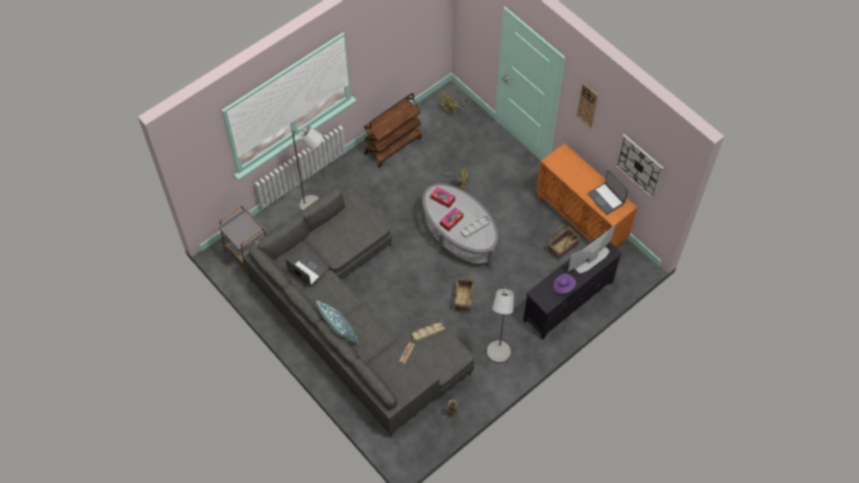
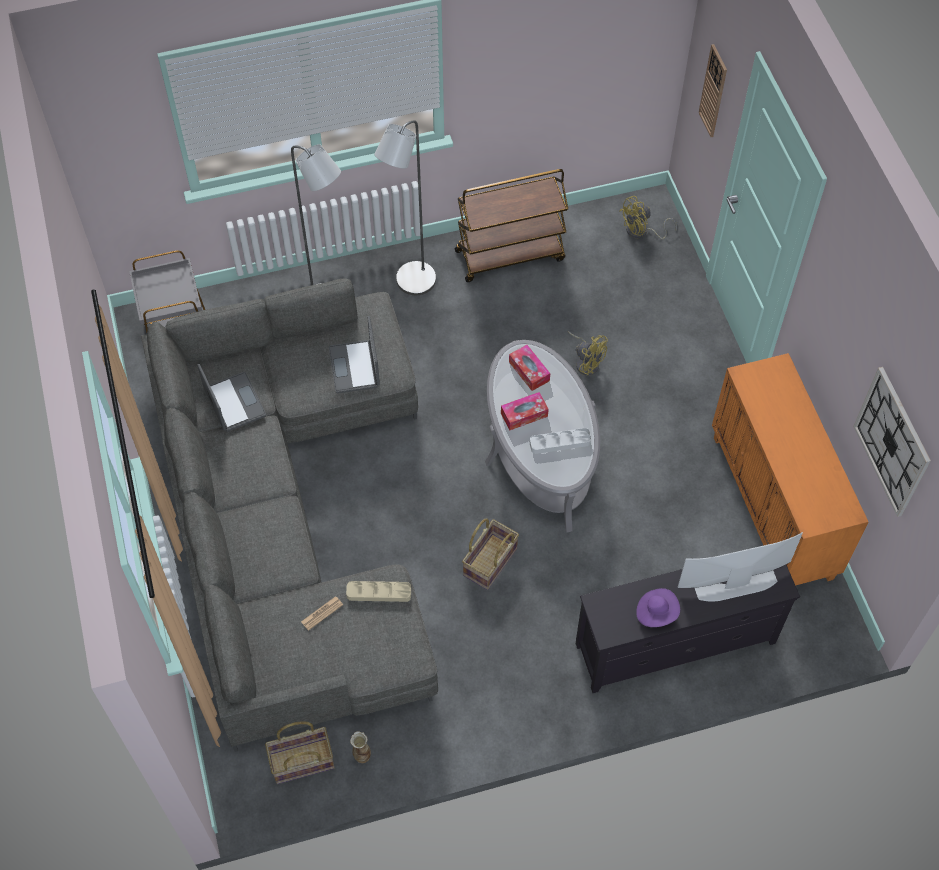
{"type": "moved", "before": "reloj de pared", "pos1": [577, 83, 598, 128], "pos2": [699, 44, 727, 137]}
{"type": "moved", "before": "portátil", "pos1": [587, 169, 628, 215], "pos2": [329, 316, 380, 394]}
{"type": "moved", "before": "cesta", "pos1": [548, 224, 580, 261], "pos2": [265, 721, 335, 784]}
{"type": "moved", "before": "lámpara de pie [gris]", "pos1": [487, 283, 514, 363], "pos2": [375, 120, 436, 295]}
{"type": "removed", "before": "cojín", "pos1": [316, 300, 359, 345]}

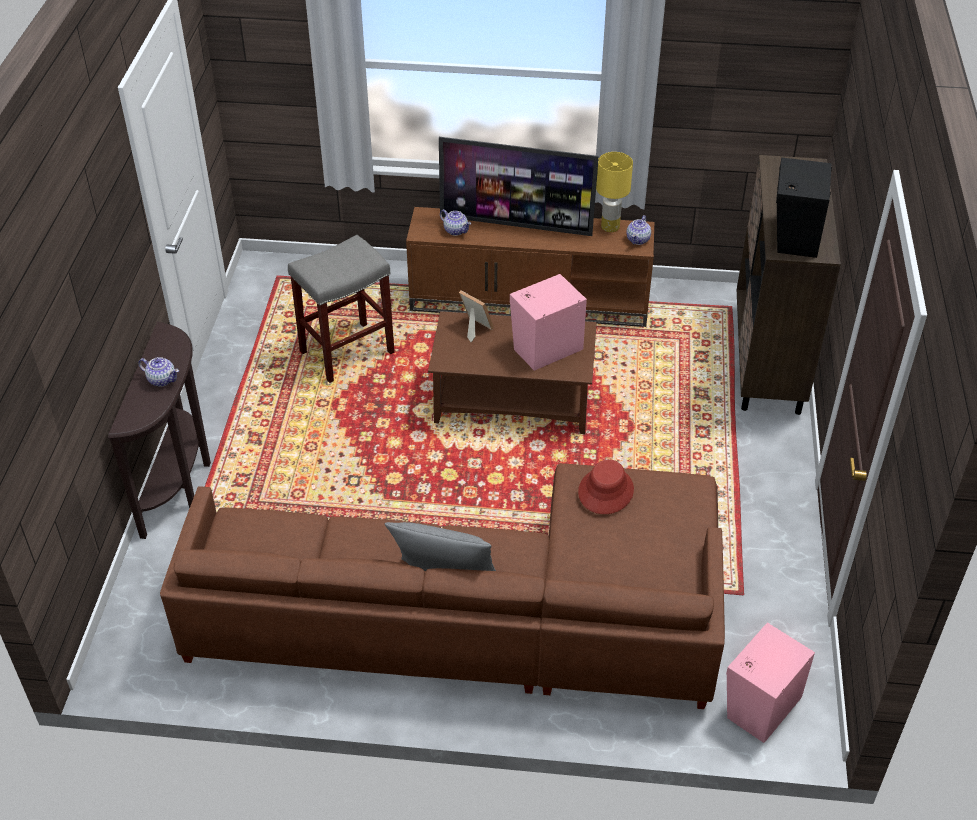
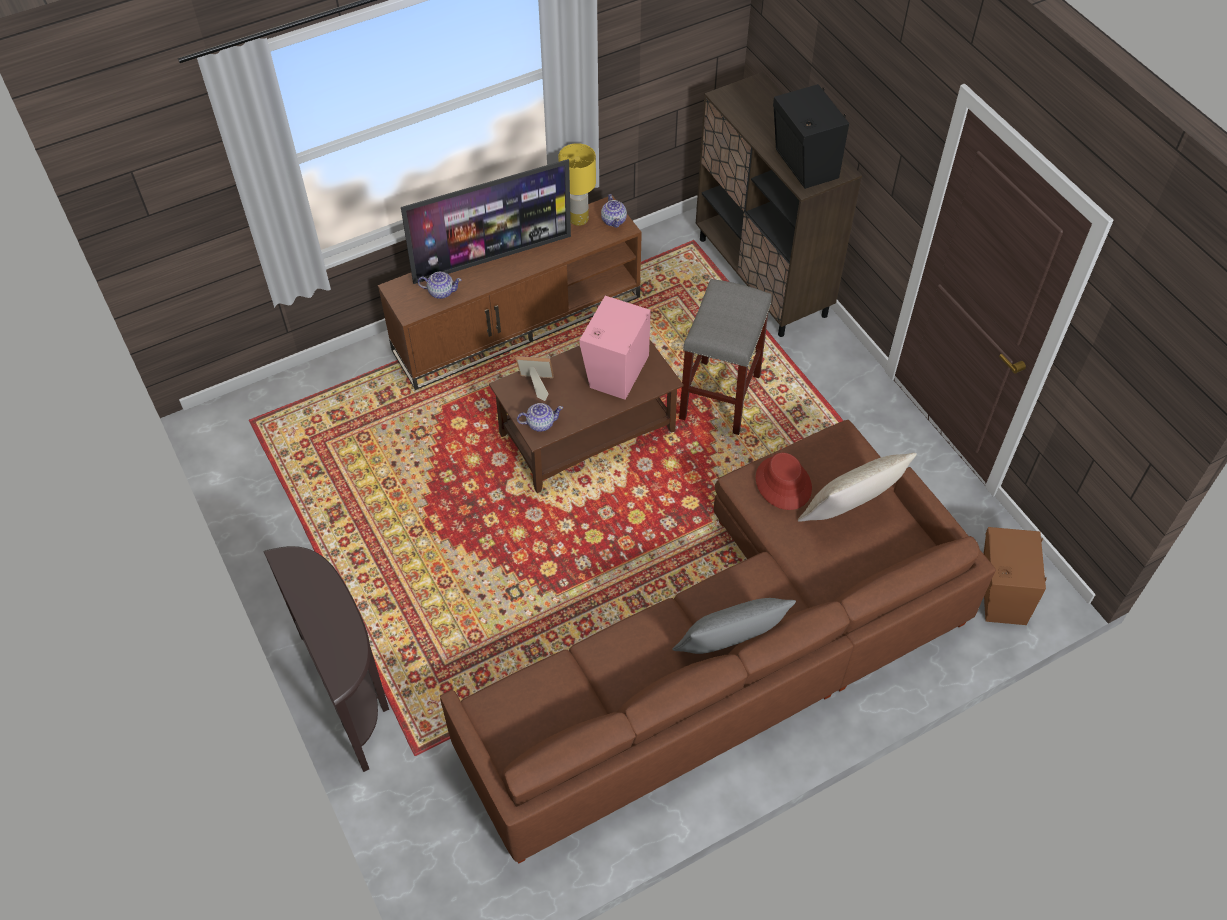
{"type": "moved", "before": "taburete [gris]", "pos1": [288, 235, 395, 383], "pos2": [679, 279, 772, 435]}
{"type": "moved", "before": "tetera", "pos1": [139, 357, 179, 387], "pos2": [517, 403, 563, 432]}
{"type": "recoloured", "before": "altavoz [rosa]", "after": "altavoz [marrón]", "pos1": [726, 623, 815, 743], "pos2": [984, 527, 1047, 625]}
{"type": "added", "after": "cojín [beis]", "pos2": [798, 453, 917, 522]}

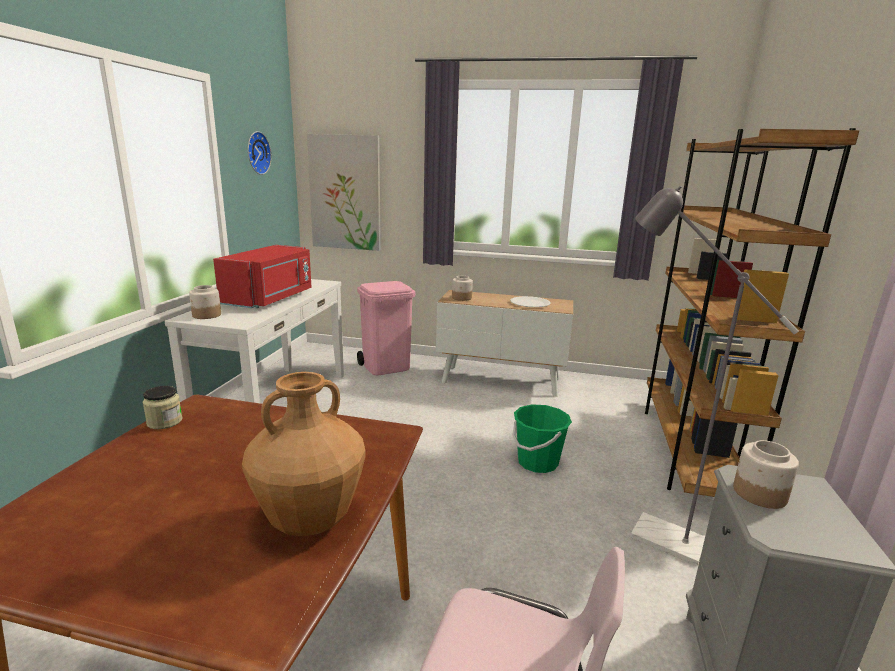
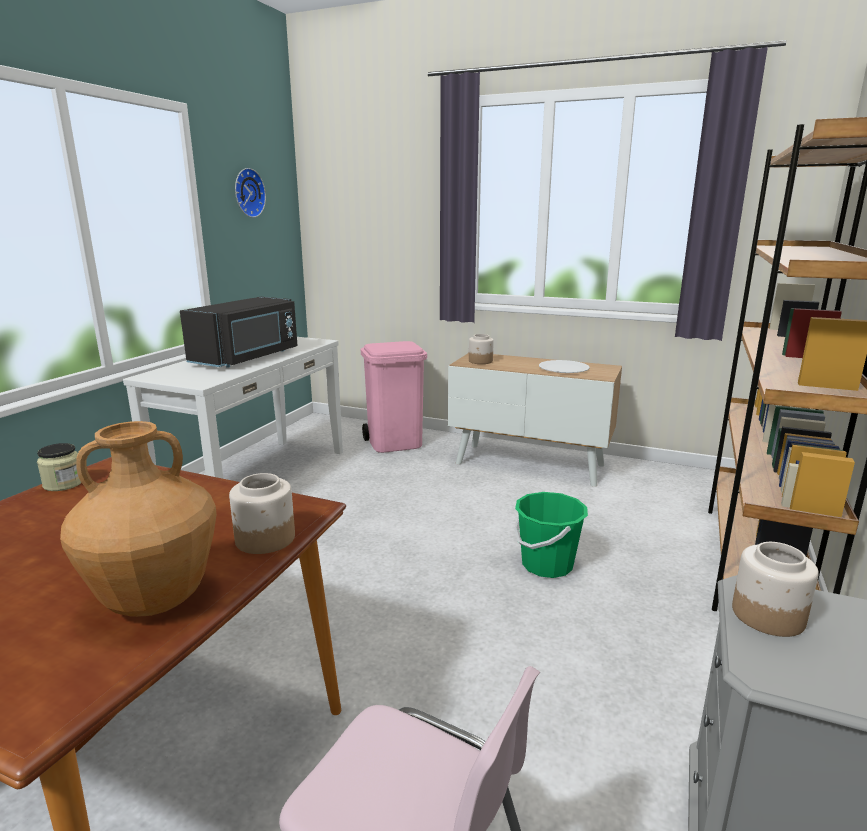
{"type": "removed", "before": "cuadro", "pos1": [307, 134, 381, 251]}
{"type": "removed", "before": "lámpara de pie [gris]", "pos1": [631, 186, 799, 566]}
{"type": "recoloured", "before": "microondas [rojo]", "after": "microondas [negro]", "pos1": [213, 245, 312, 308], "pos2": [180, 297, 298, 368]}
{"type": "moved", "before": "tarro", "pos1": [189, 285, 221, 319], "pos2": [229, 473, 295, 554]}

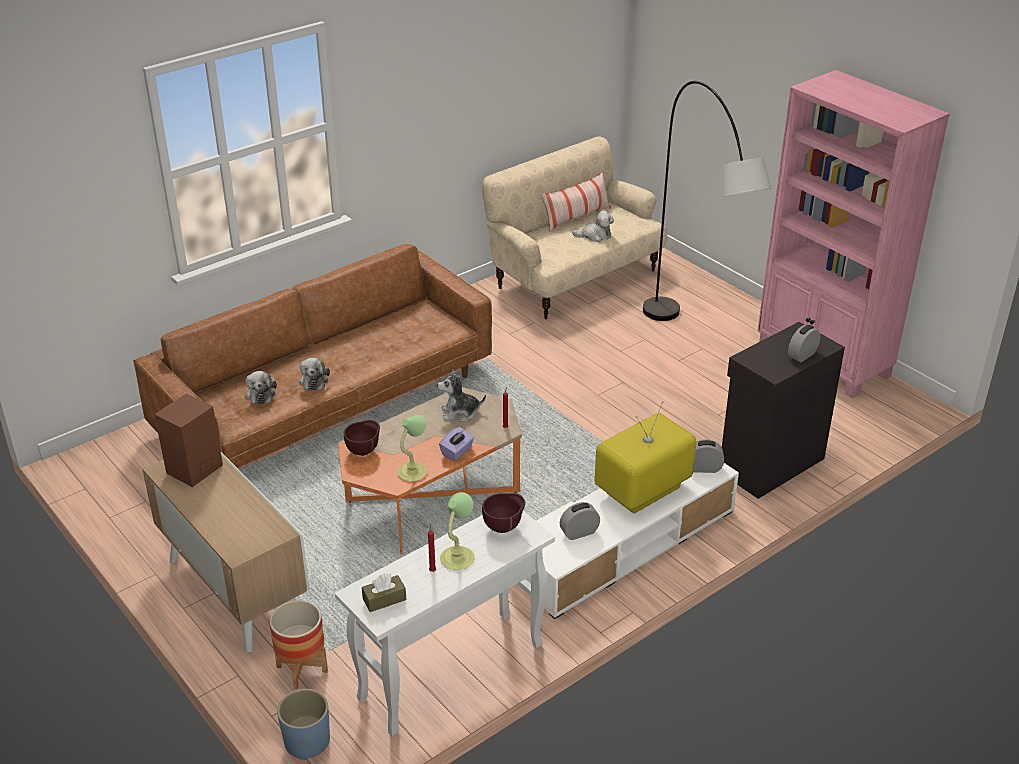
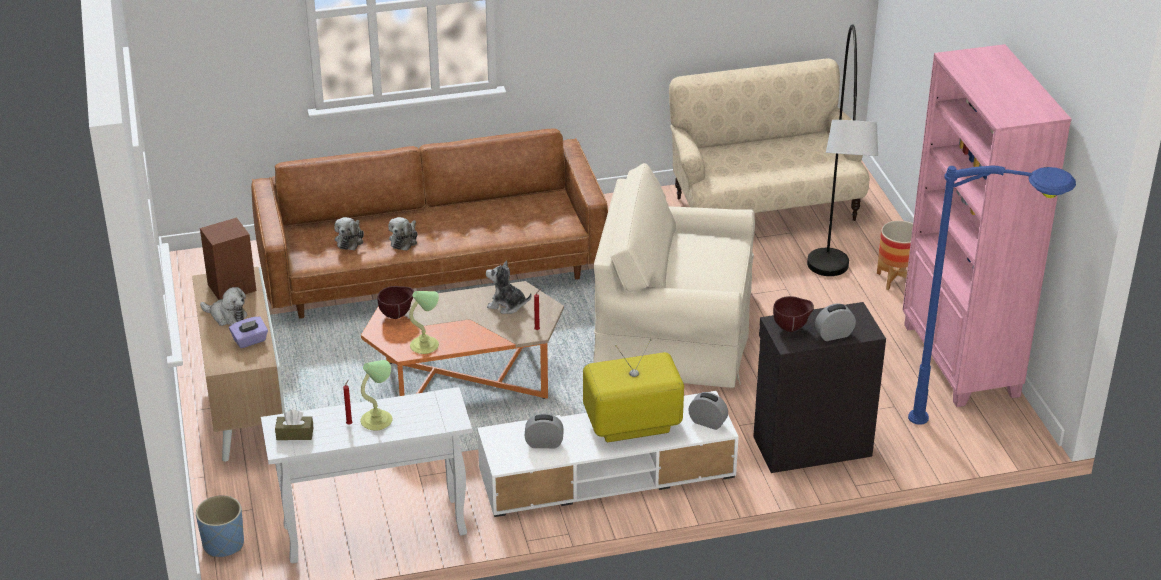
{"type": "removed", "before": "cojín", "pos1": [541, 172, 611, 232]}
{"type": "moved", "before": "peluche", "pos1": [572, 210, 614, 242], "pos2": [200, 287, 247, 326]}
{"type": "moved", "before": "caja de pañuelos [morado]", "pos1": [439, 427, 474, 461], "pos2": [229, 317, 268, 348]}
{"type": "moved", "before": "cuenco [marrón]", "pos1": [482, 493, 525, 533], "pos2": [773, 296, 814, 332]}
{"type": "moved", "before": "maceta", "pos1": [269, 600, 328, 689], "pos2": [877, 221, 913, 290]}
{"type": "added", "after": "sillón [beis]", "pos2": [593, 163, 755, 388]}
{"type": "added", "after": "lámpara de pie [azul]", "pos2": [908, 166, 1076, 425]}

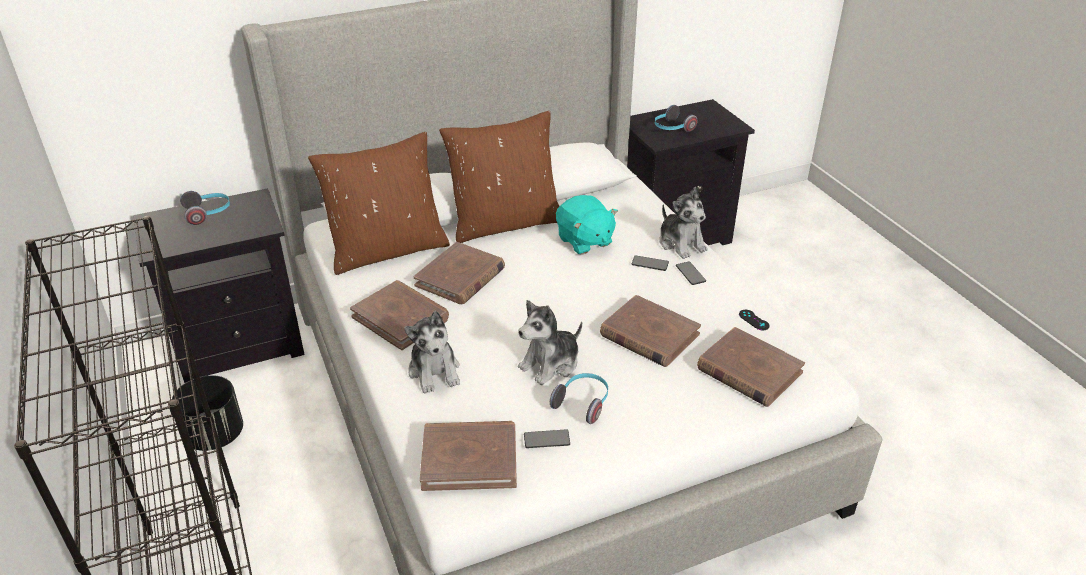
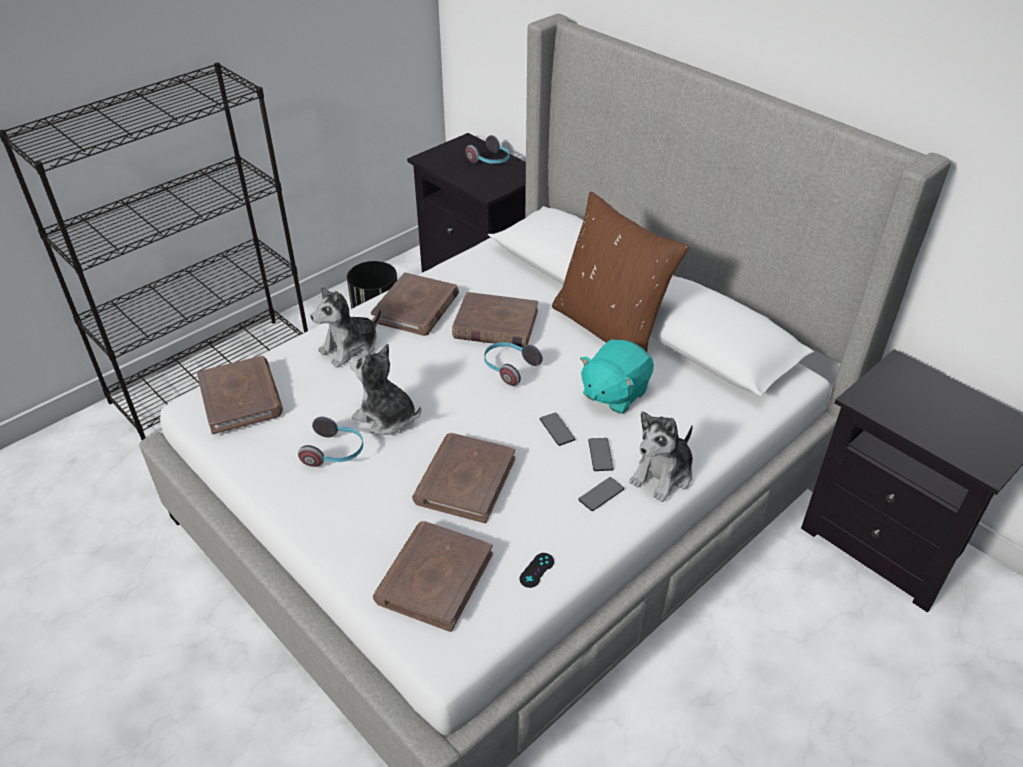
{"type": "moved", "before": "auriculares", "pos1": [655, 105, 698, 132], "pos2": [484, 342, 543, 386]}
{"type": "removed", "before": "cojín [marrón]", "pos1": [308, 132, 450, 275]}
{"type": "moved", "before": "móvil", "pos1": [524, 429, 570, 448], "pos2": [540, 413, 575, 446]}

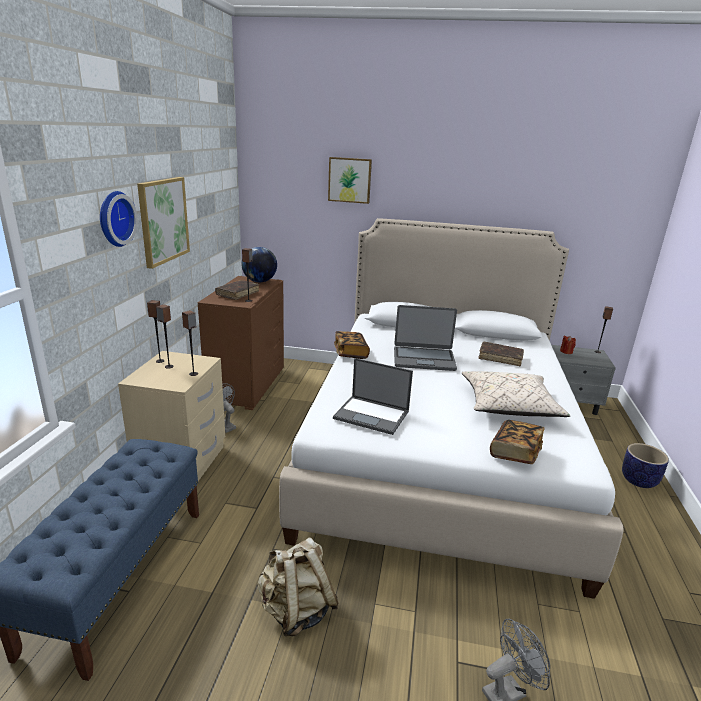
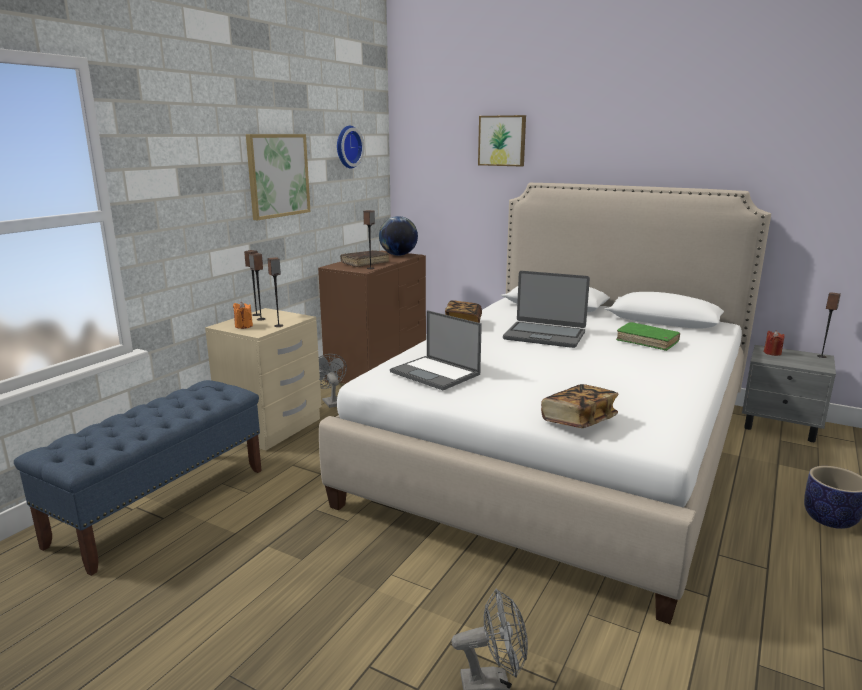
{"type": "moved", "before": "reloj de pared", "pos1": [100, 191, 137, 247], "pos2": [337, 126, 364, 169]}
{"type": "recoloured", "before": "libro [marrón]", "after": "libro [verde]", "pos1": [478, 342, 524, 366], "pos2": [616, 322, 680, 351]}
{"type": "removed", "before": "cojín [beis]", "pos1": [462, 371, 571, 417]}
{"type": "removed", "before": "mochila [beis]", "pos1": [257, 537, 338, 636]}
{"type": "added", "after": "vela [naranja]", "pos2": [233, 302, 253, 329]}

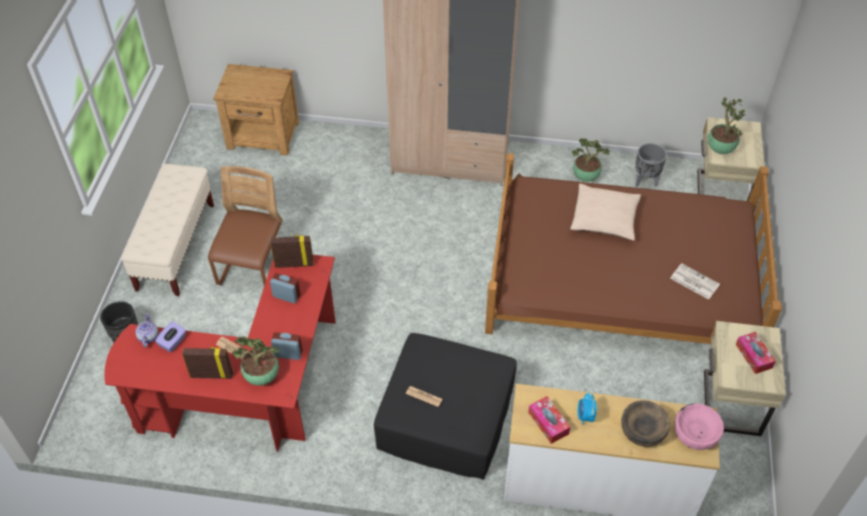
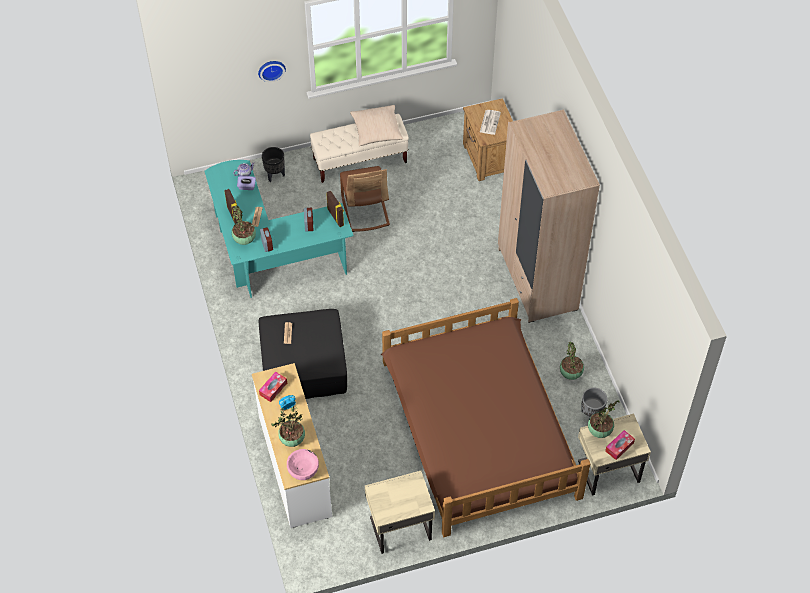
{"type": "turned", "before": "silla [marrón]", "pos1": [208, 166, 283, 286], "pos2": [340, 166, 390, 232], "turn": 90}
{"type": "moved", "before": "cojín [beis]", "pos1": [570, 184, 641, 241], "pos2": [350, 105, 403, 146]}
{"type": "recoloured", "before": "escritorio [rojo]", "after": "escritorio [turquesa]", "pos1": [104, 255, 336, 452], "pos2": [204, 160, 354, 298]}
{"type": "moved", "before": "periódico", "pos1": [670, 263, 720, 300], "pos2": [480, 110, 501, 135]}
{"type": "moved", "before": "caja de pañuelos", "pos1": [735, 332, 776, 374], "pos2": [605, 430, 635, 460]}
{"type": "replaced", "before": "cuenco [marrón]", "after": "planta en maceta", "pos1": [621, 400, 670, 447], "pos2": [271, 406, 305, 447]}
{"type": "added", "after": "reloj de pared", "pos2": [258, 61, 286, 82]}

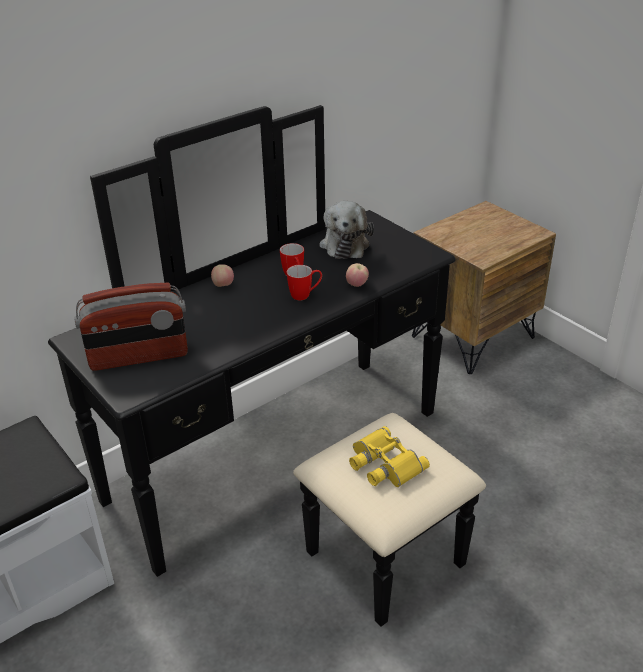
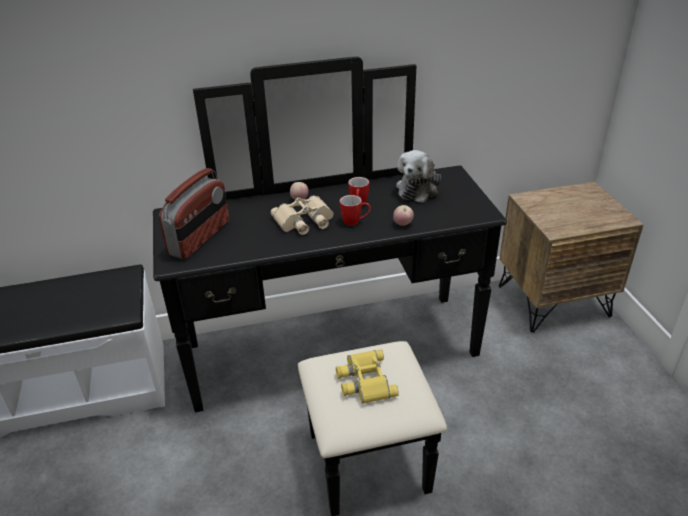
{"type": "turned", "before": "radio", "pos1": [74, 283, 188, 371], "pos2": [159, 168, 229, 259], "turn": -75}
{"type": "added", "after": "prismáticos [beis]", "pos2": [271, 195, 334, 235]}

